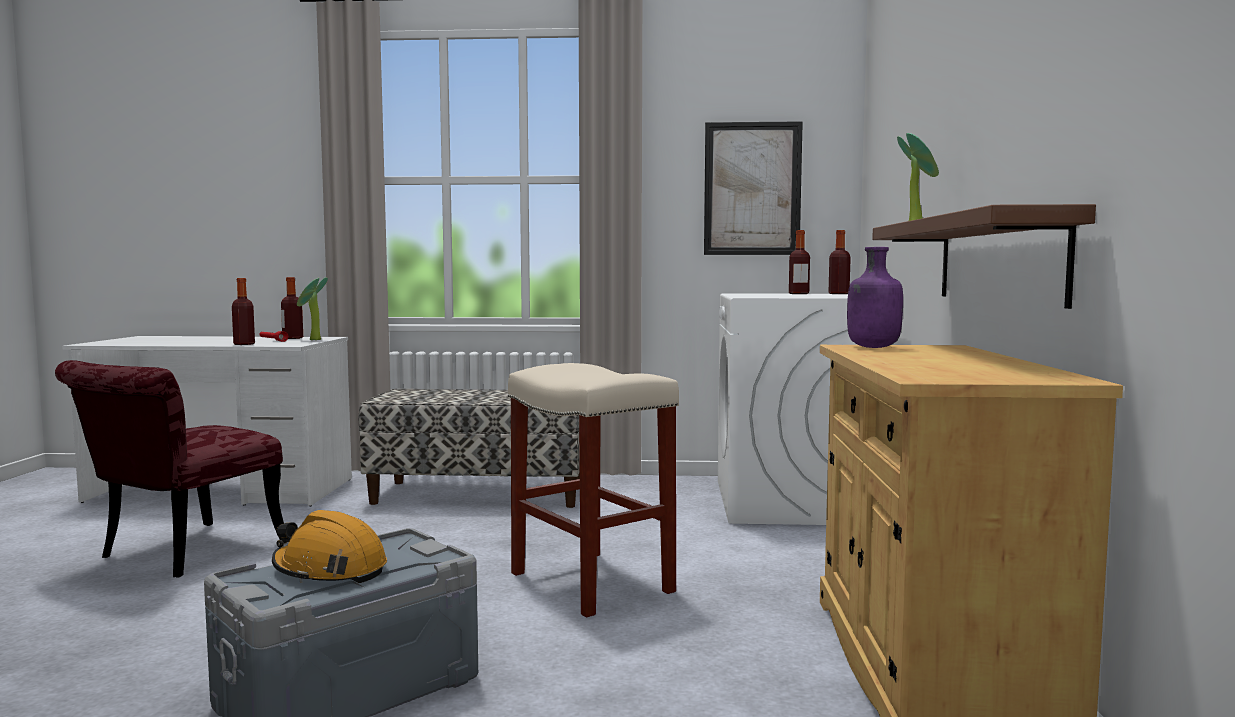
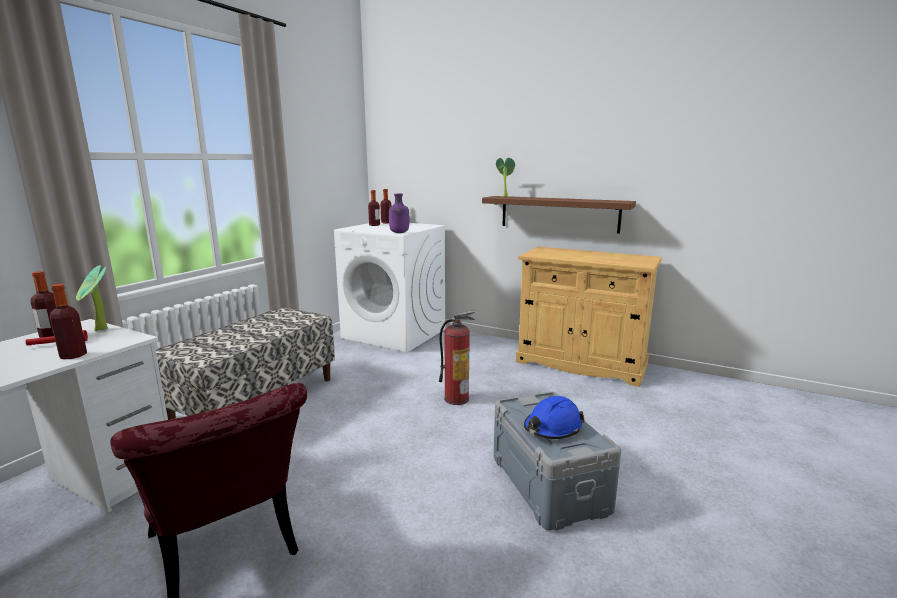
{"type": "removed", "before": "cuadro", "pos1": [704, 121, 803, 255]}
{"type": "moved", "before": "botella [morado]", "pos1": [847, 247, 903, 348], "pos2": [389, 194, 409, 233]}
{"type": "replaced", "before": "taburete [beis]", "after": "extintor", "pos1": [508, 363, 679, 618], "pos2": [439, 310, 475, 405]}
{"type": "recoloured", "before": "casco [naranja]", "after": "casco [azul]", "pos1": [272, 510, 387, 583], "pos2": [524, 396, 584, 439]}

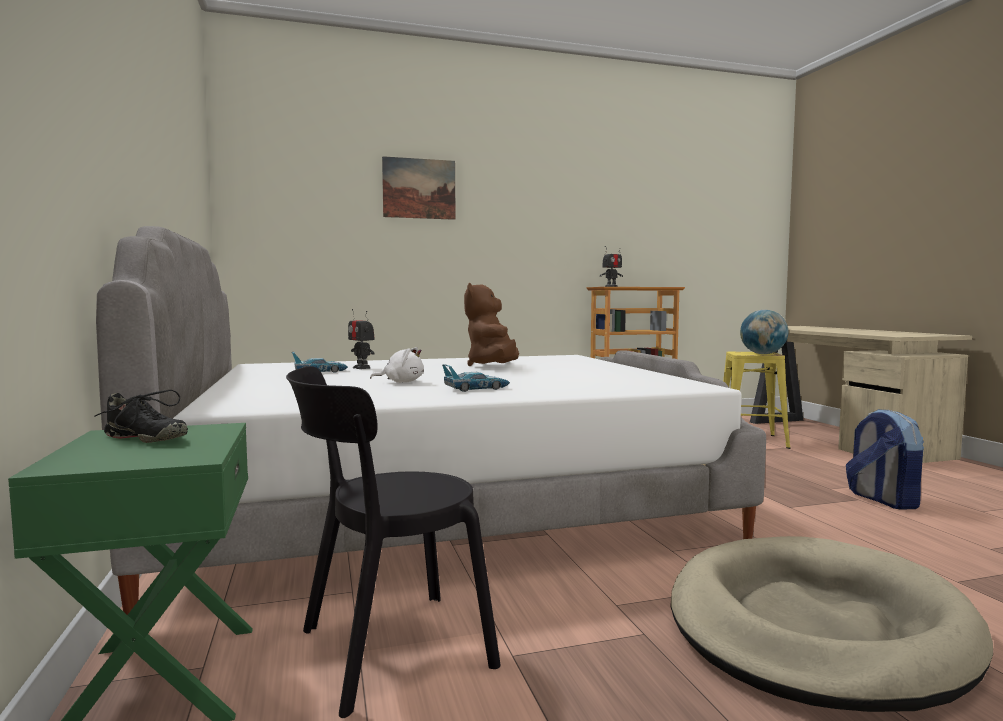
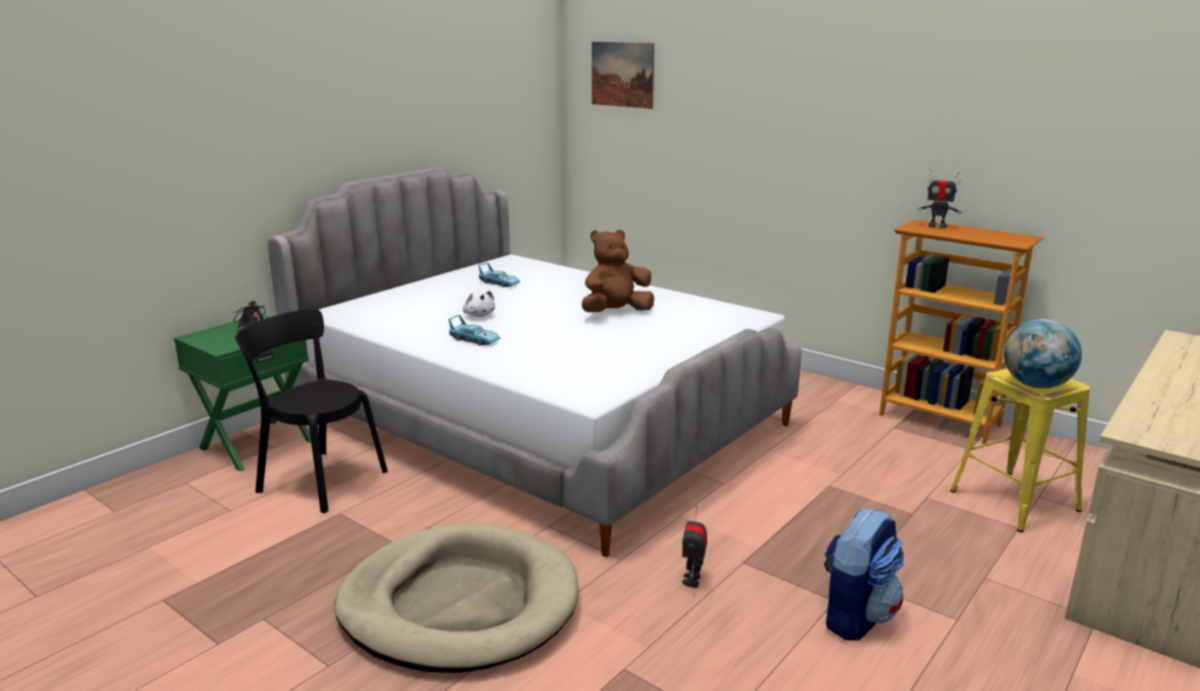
{"type": "moved", "before": "cuadro", "pos1": [382, 156, 456, 220], "pos2": [592, 42, 654, 109]}
{"type": "moved", "before": "robot de juguete", "pos1": [348, 309, 375, 369], "pos2": [682, 506, 707, 588]}

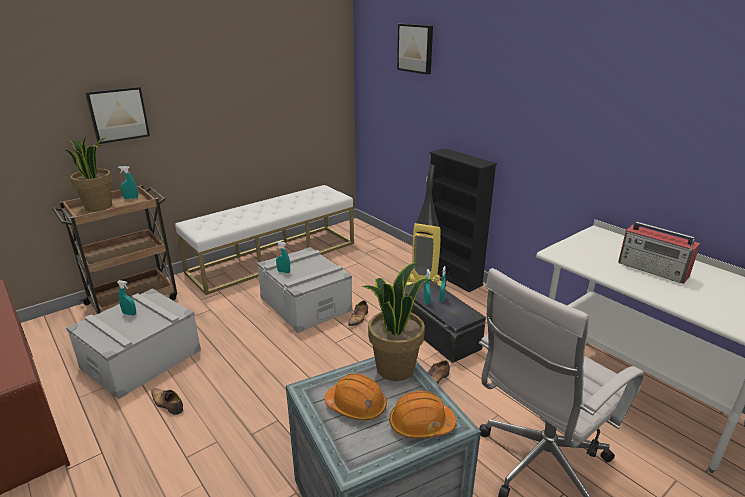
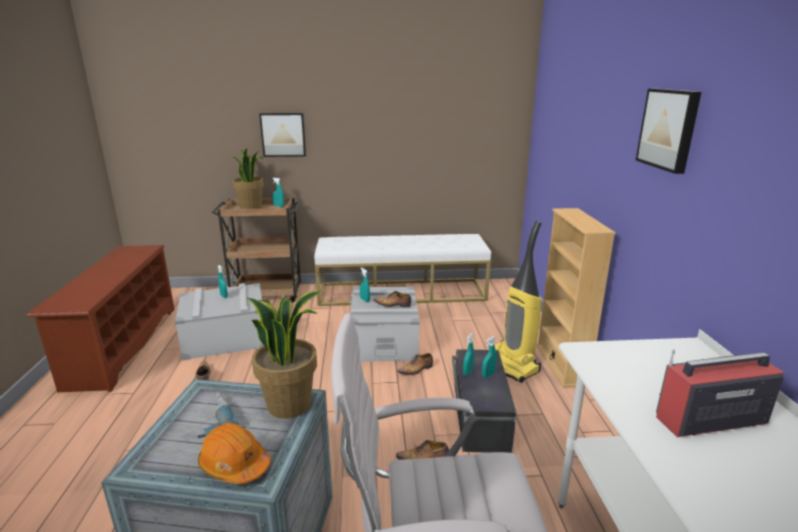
{"type": "moved", "before": "cuadro", "pos1": [397, 24, 433, 74], "pos2": [636, 89, 701, 174]}
{"type": "recoloured", "before": "estantería [negro]", "after": "estantería [beis]", "pos1": [429, 148, 497, 292], "pos2": [537, 208, 616, 388]}
{"type": "turned", "before": "radio", "pos1": [618, 222, 700, 284], "pos2": [656, 349, 784, 437], "turn": 90}
{"type": "replaced", "before": "casco [naranja]", "after": "taladro", "pos1": [325, 373, 387, 420], "pos2": [197, 392, 239, 438]}
{"type": "added", "after": "zapato", "pos2": [374, 291, 411, 307]}

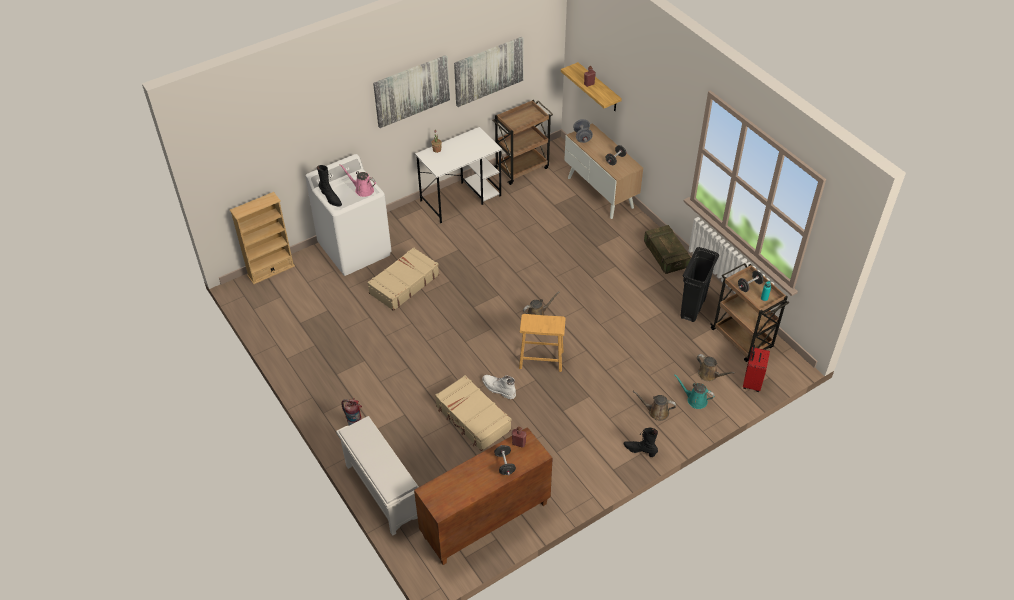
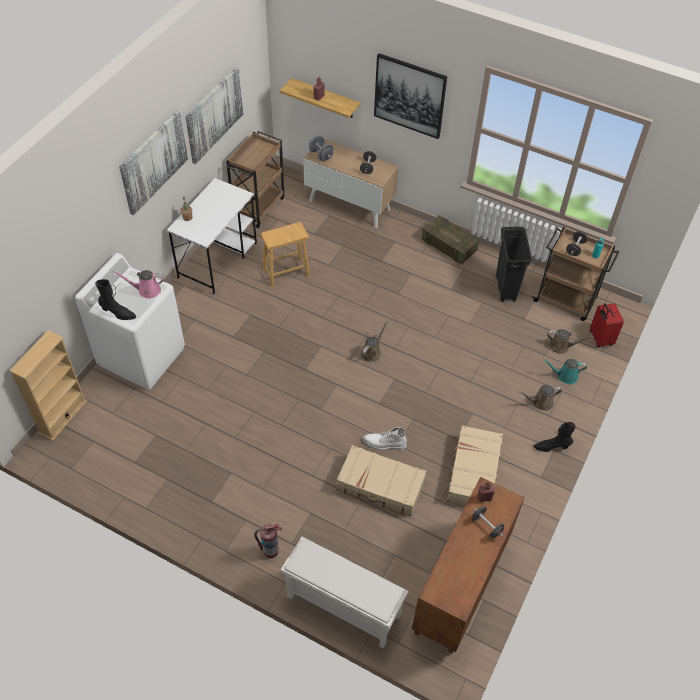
{"type": "moved", "before": "maleta [beis]", "pos1": [367, 247, 439, 311], "pos2": [445, 425, 503, 505]}
{"type": "moved", "before": "taburete [marrón]", "pos1": [519, 314, 566, 372], "pos2": [261, 222, 310, 287]}
{"type": "added", "after": "cuadro", "pos2": [374, 53, 447, 139]}

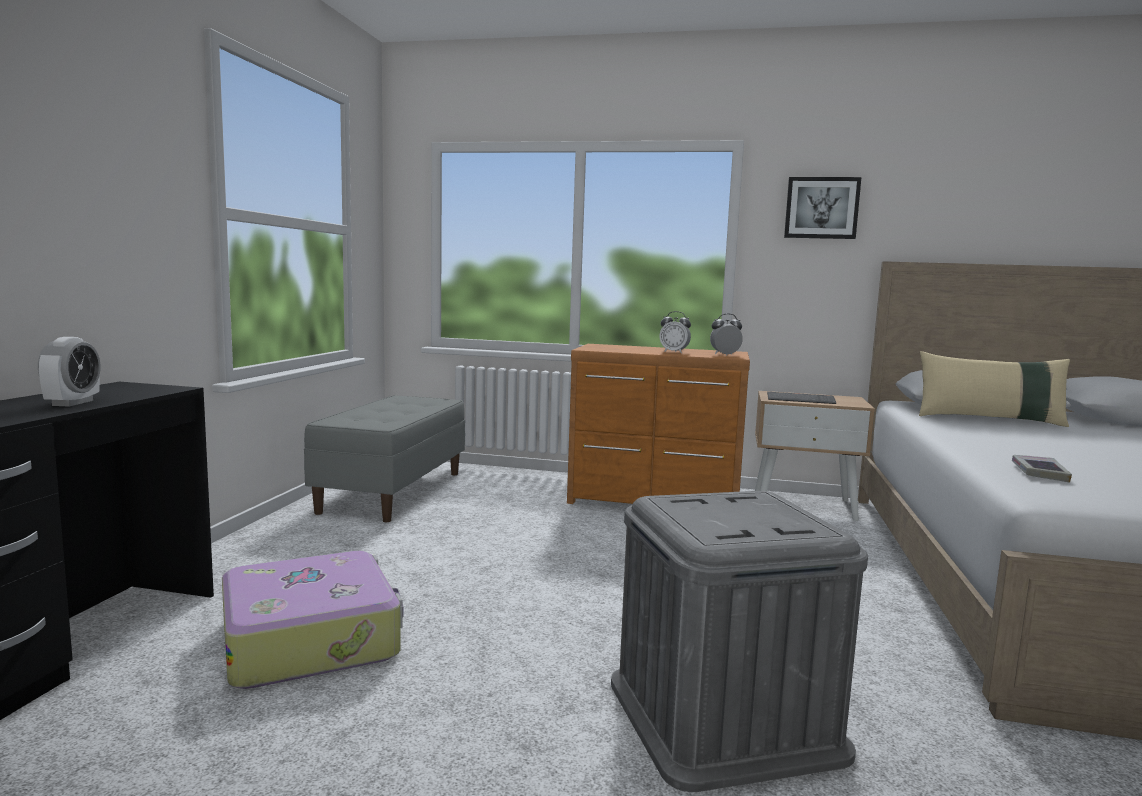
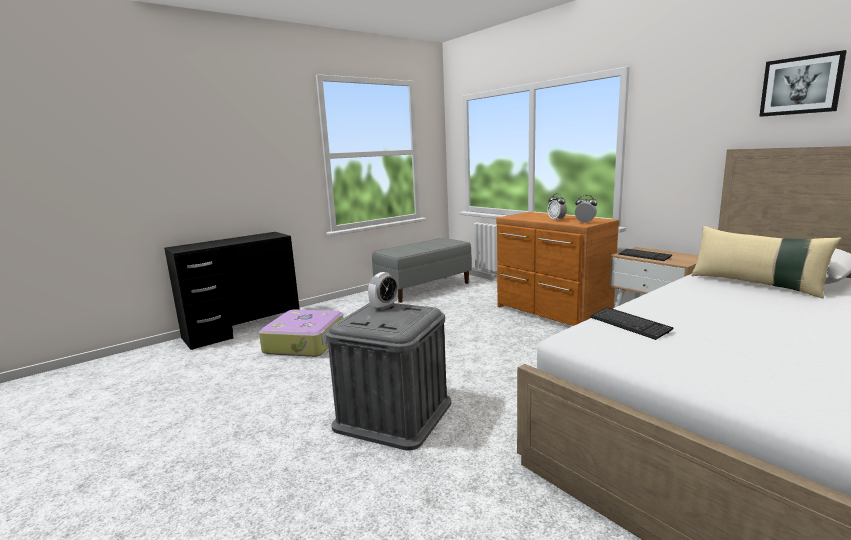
{"type": "moved", "before": "cuadro", "pos1": [784, 177, 861, 239], "pos2": [759, 50, 847, 117]}
{"type": "moved", "before": "despertador", "pos1": [38, 337, 101, 407], "pos2": [368, 272, 398, 310]}
{"type": "replaced", "before": "libro", "after": "teclado", "pos1": [1012, 455, 1072, 483], "pos2": [590, 307, 673, 340]}

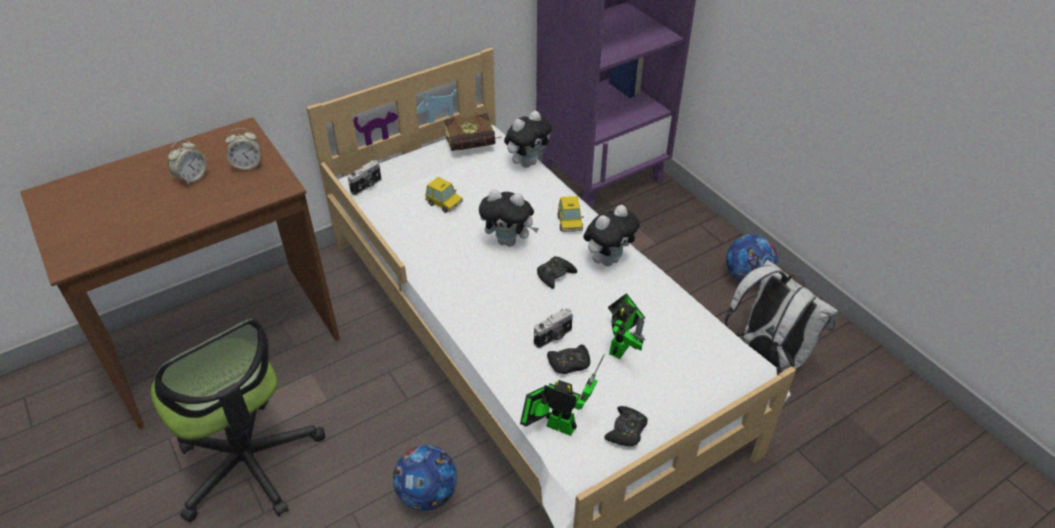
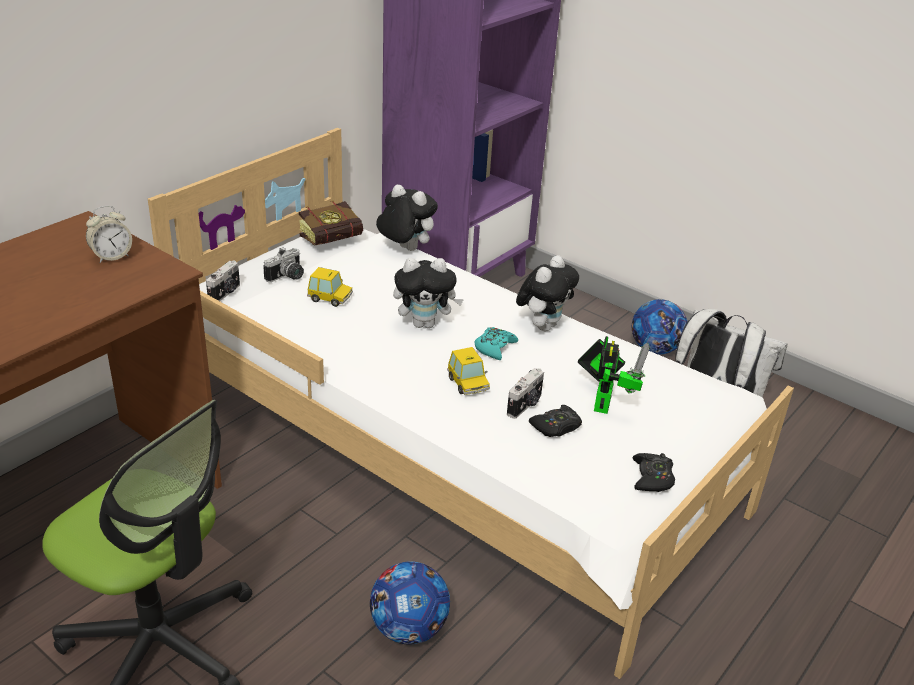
{"type": "turned", "before": "peluche", "pos1": [504, 111, 552, 168], "pos2": [376, 184, 438, 251], "turn": -90}
{"type": "removed", "before": "despertador", "pos1": [168, 139, 207, 186]}
{"type": "moved", "before": "coche de juguete", "pos1": [558, 196, 584, 232], "pos2": [447, 347, 490, 395]}
{"type": "recoloured", "before": "mando de consola [negro]", "after": "mando de consola [turquesa]", "pos1": [537, 256, 577, 289], "pos2": [474, 327, 518, 360]}
{"type": "removed", "before": "robot de juguete", "pos1": [520, 353, 605, 436]}
{"type": "added", "after": "cámara", "pos2": [263, 247, 304, 282]}

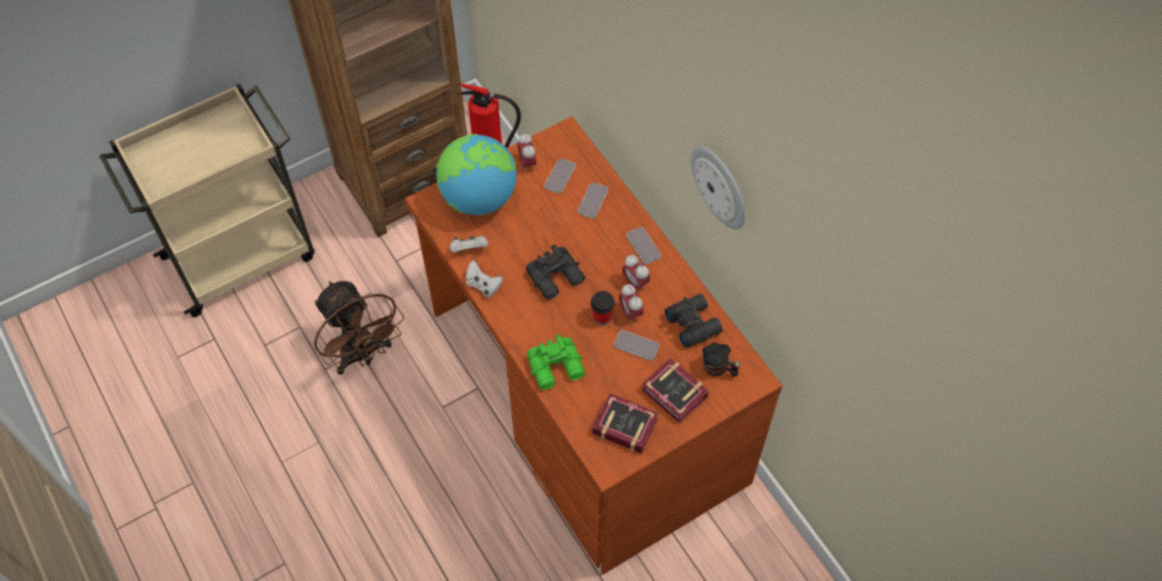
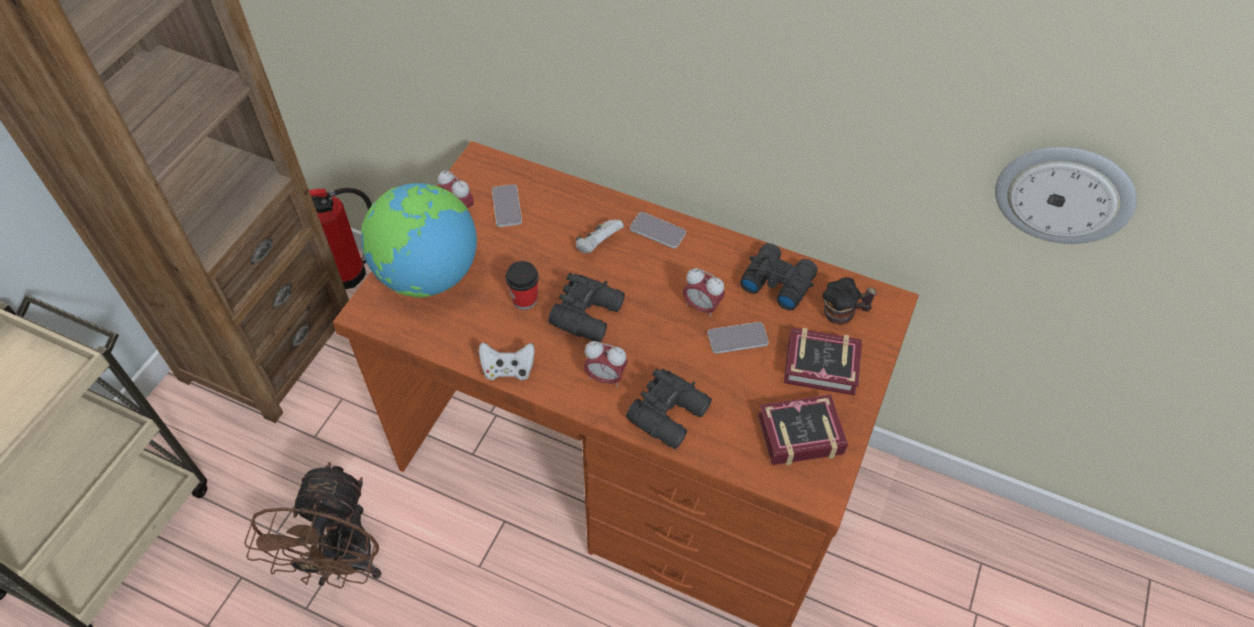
{"type": "moved", "before": "reloj de pared", "pos1": [691, 146, 745, 229], "pos2": [995, 147, 1137, 244]}
{"type": "removed", "before": "móvil", "pos1": [578, 182, 608, 219]}
{"type": "moved", "before": "mando de consola [blanco]", "pos1": [450, 235, 488, 253], "pos2": [576, 220, 624, 253]}
{"type": "moved", "before": "despertador", "pos1": [622, 255, 650, 293], "pos2": [584, 341, 628, 387]}
{"type": "turned", "before": "ventilador [marrón]", "pos1": [314, 281, 404, 375], "pos2": [244, 462, 382, 589], "turn": 75}
{"type": "moved", "before": "taza", "pos1": [591, 291, 615, 325], "pos2": [506, 261, 539, 310]}
{"type": "recoloured", "before": "prismáticos [verde]", "after": "prismáticos [negro]", "pos1": [527, 334, 585, 390], "pos2": [626, 368, 712, 449]}

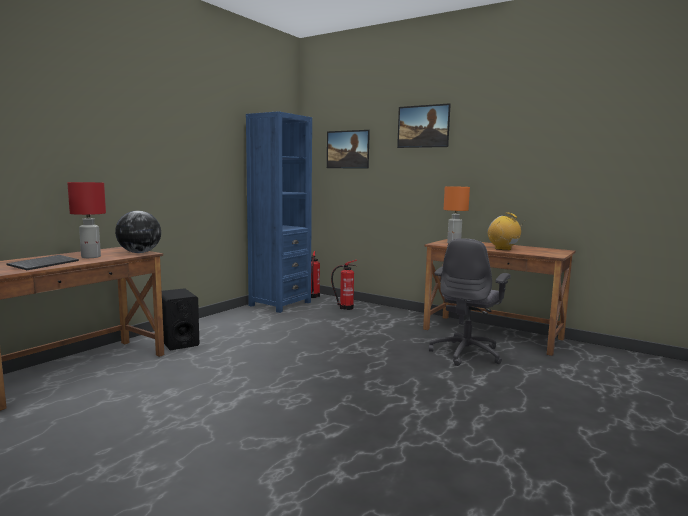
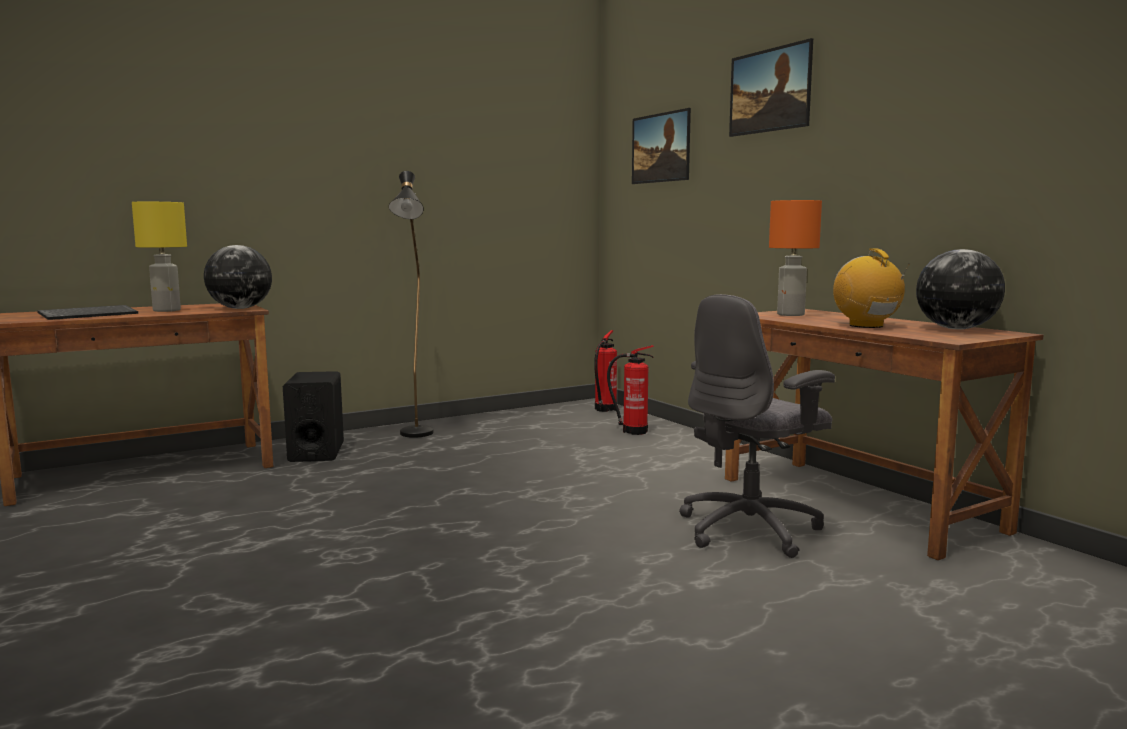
{"type": "removed", "before": "estantería [azul]", "pos1": [246, 111, 312, 313]}
{"type": "recoloured", "before": "lámpara de mesa [rojo]", "after": "lámpara de mesa [amarillo]", "pos1": [67, 182, 106, 258], "pos2": [132, 202, 187, 312]}
{"type": "added", "after": "lámpara de pie [negro]", "pos2": [389, 171, 434, 438]}
{"type": "added", "after": "globo terráqueo", "pos2": [916, 249, 1005, 329]}

